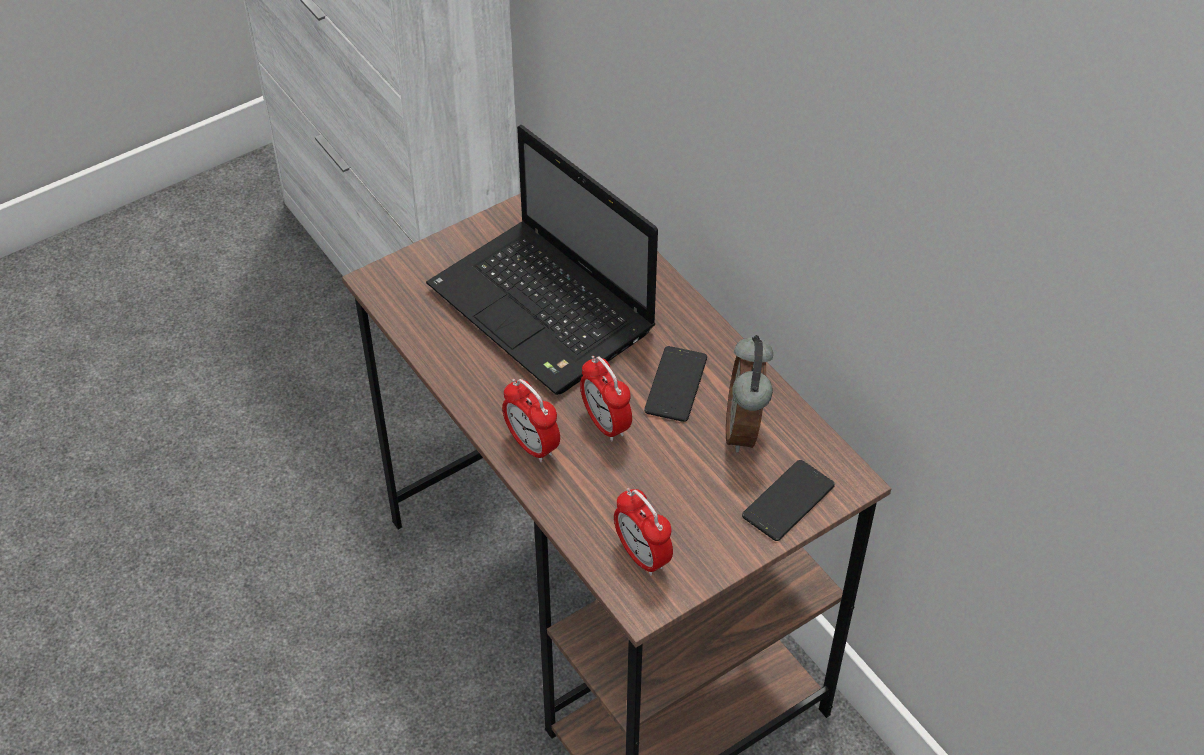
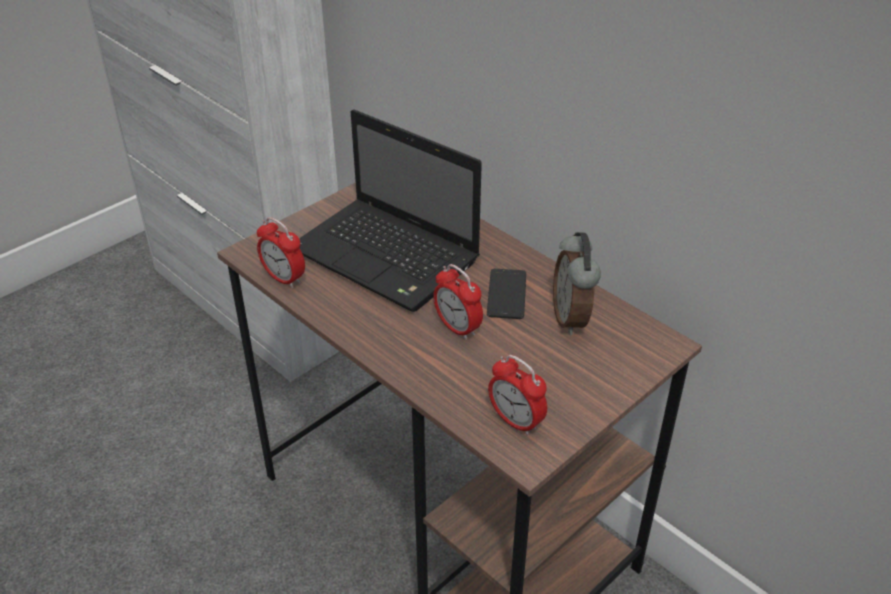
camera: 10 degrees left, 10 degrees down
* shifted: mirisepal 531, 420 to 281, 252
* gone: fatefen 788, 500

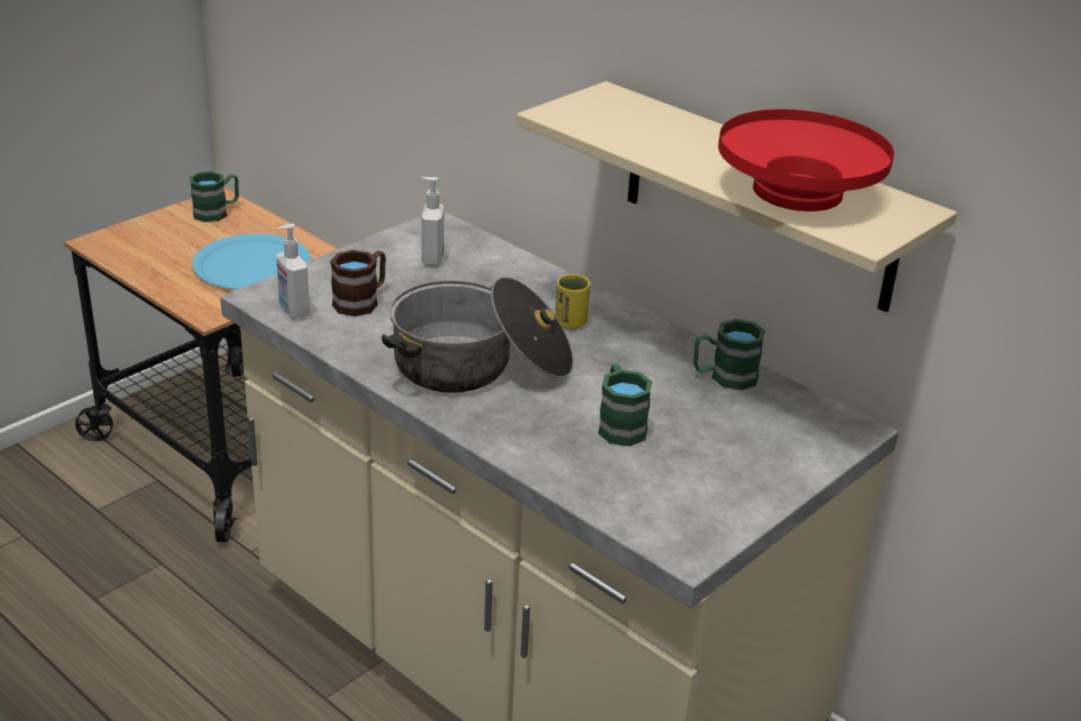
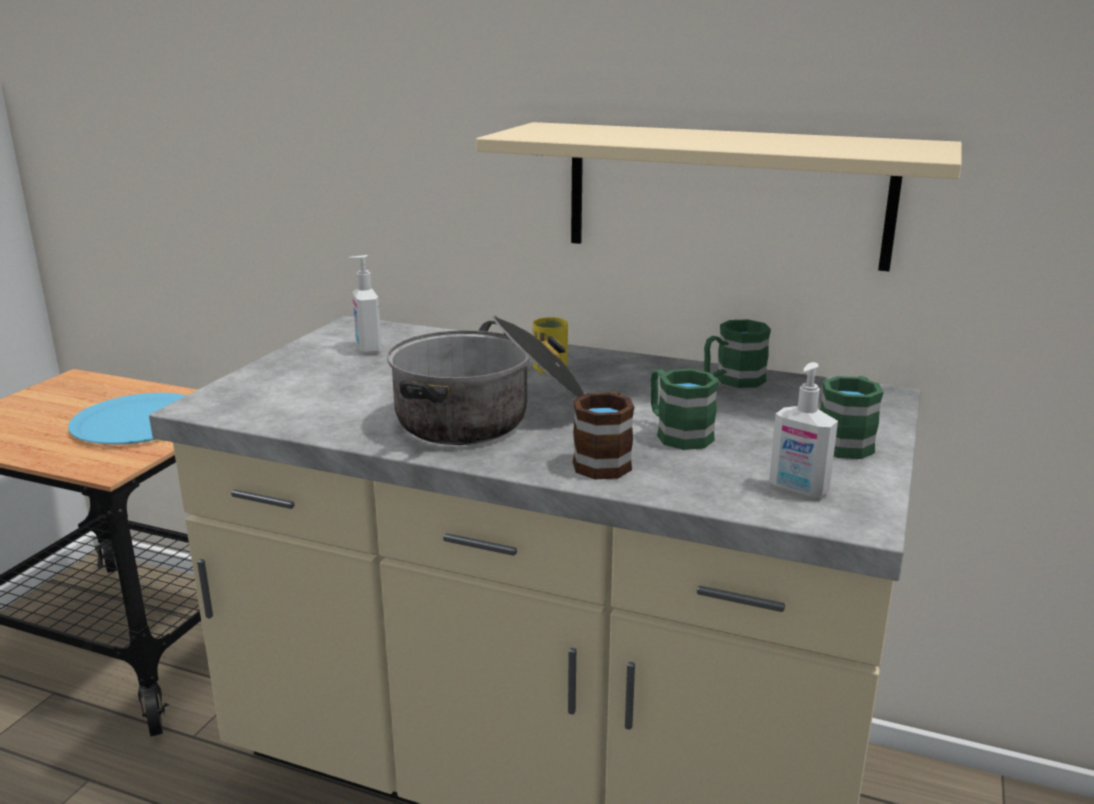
camera: 20 degrees left, 10 degrees down
* shifted: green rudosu 214, 196 to 851, 417
* shifted: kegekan 293, 271 to 803, 430
* shifted: brown rudosu 358, 283 to 603, 435
* gone: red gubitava 806, 160

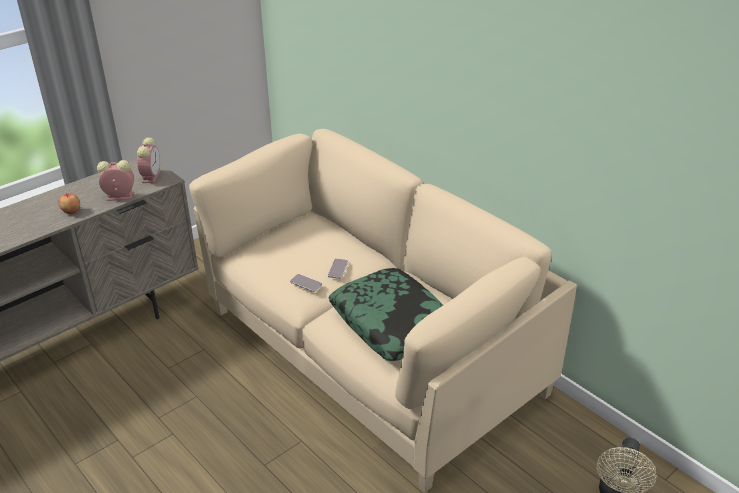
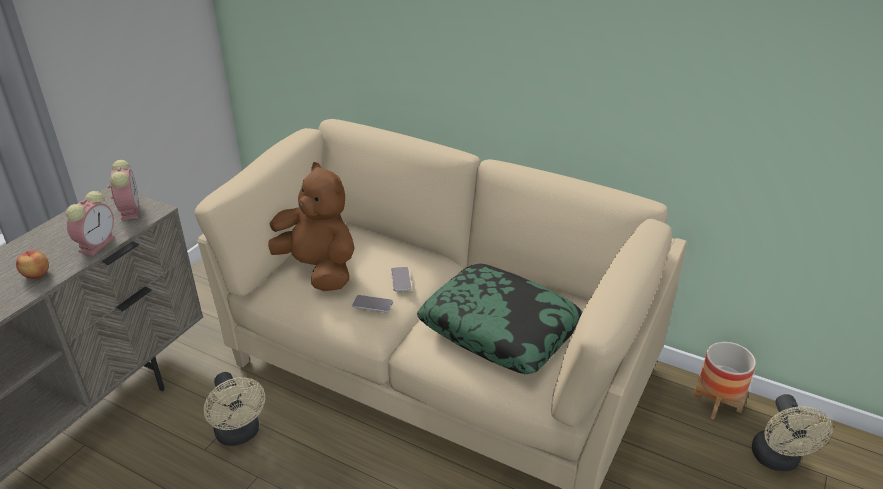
camera: 20 degrees left, 0 degrees up
* rotated: mirisepal 115, 180 = 90, 223 135 degrees clockwise
* new: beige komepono 234, 409
* new: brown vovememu 311, 226
* new: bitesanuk 725, 380

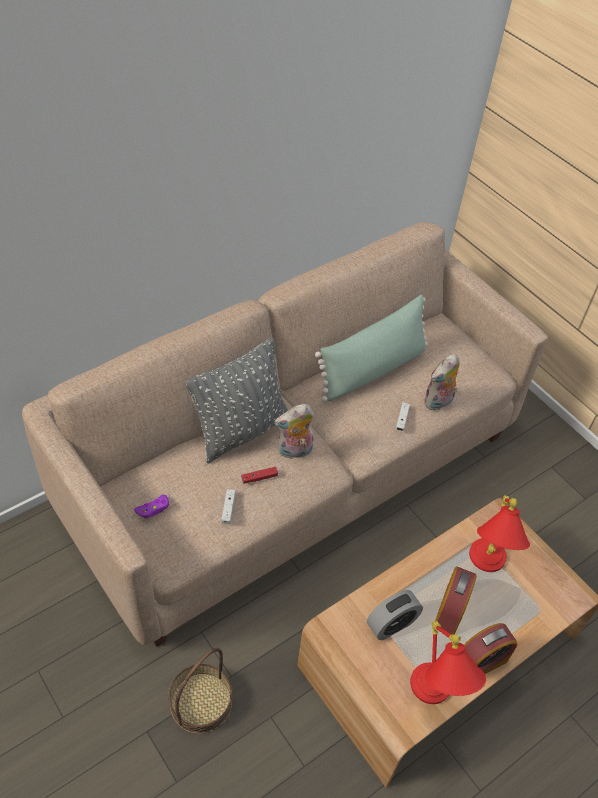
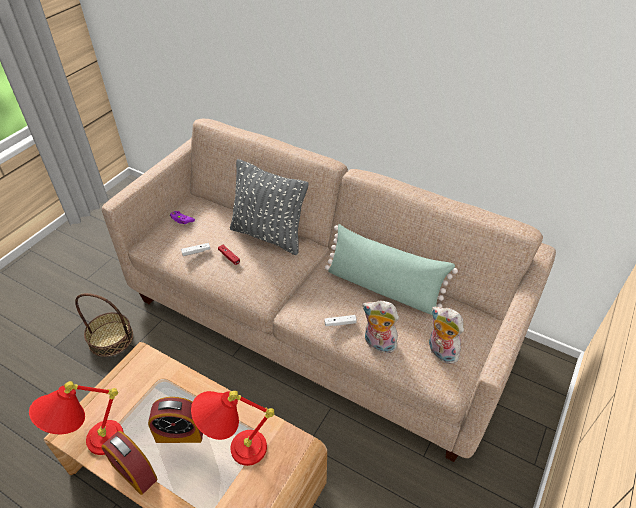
camera: 70 degrees right, 5 degrees down
* shifted: vovememu 294, 432 to 446, 335
* gone: mirisepal 395, 615

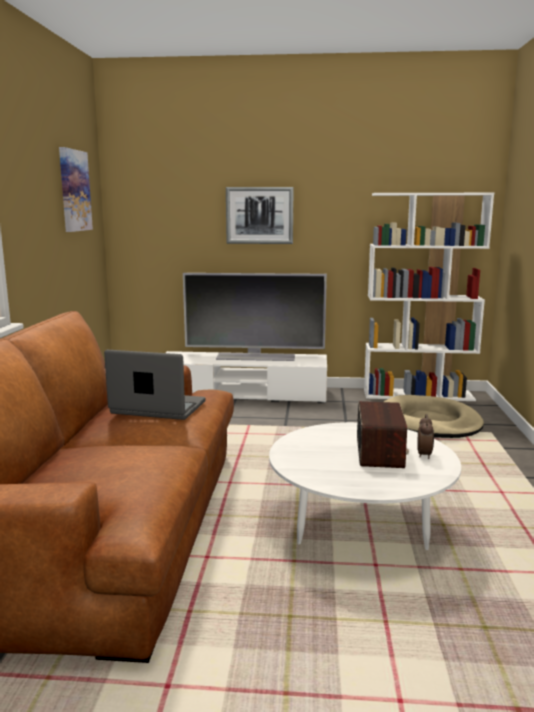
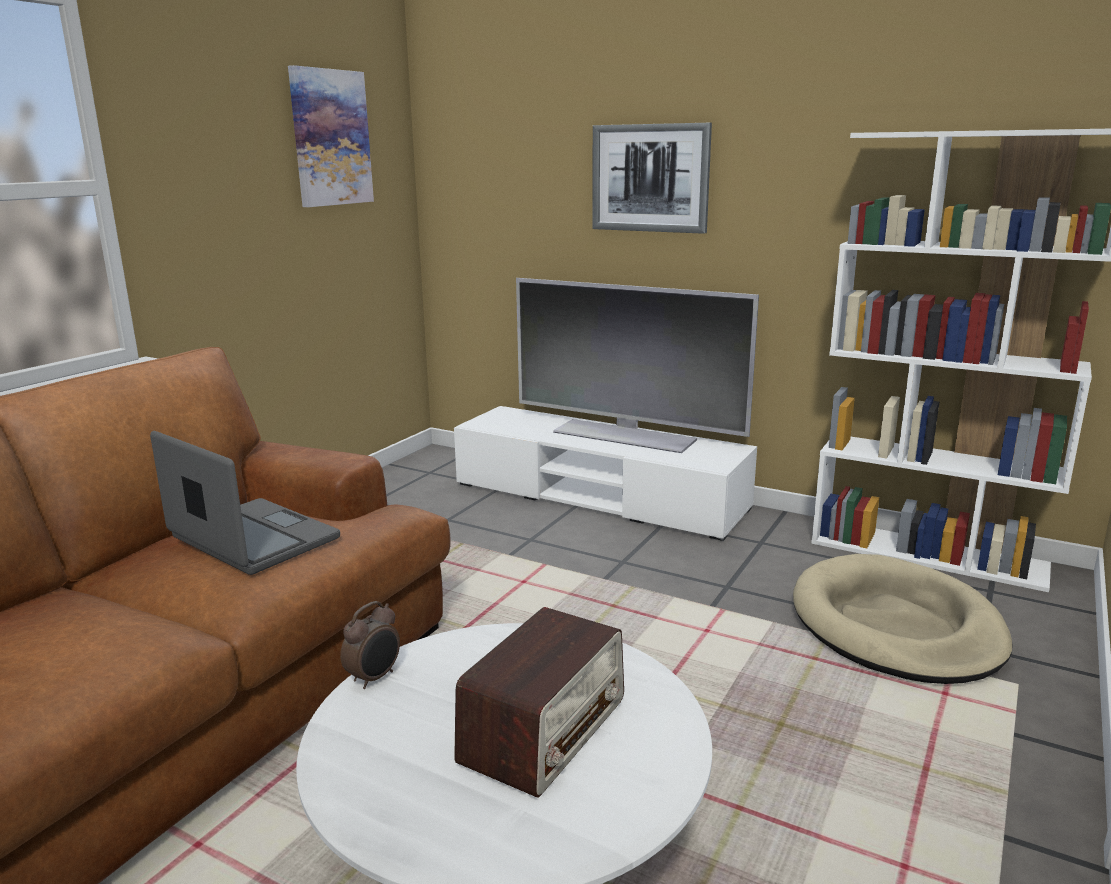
camera: 25 degrees right, 5 degrees up
* shifted: mirisepal 425, 436 to 370, 645

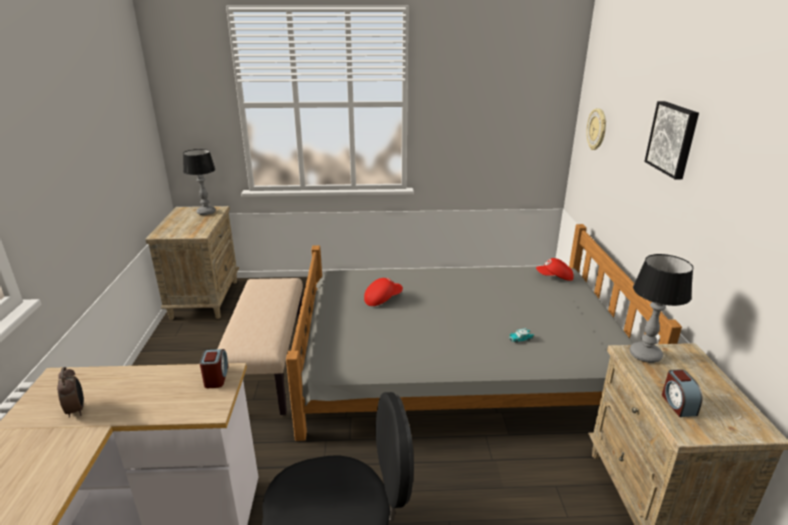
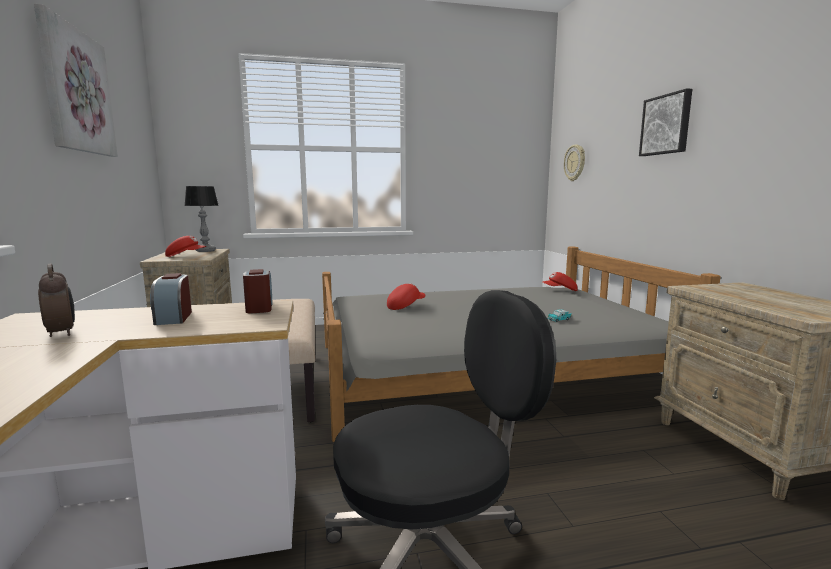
camera: 10 degrees left, 15 degrees down
* gone: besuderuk 661, 308
* shifted: mirisepal 682, 393 to 171, 299
* new: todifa 76, 80
* new: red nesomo 185, 246

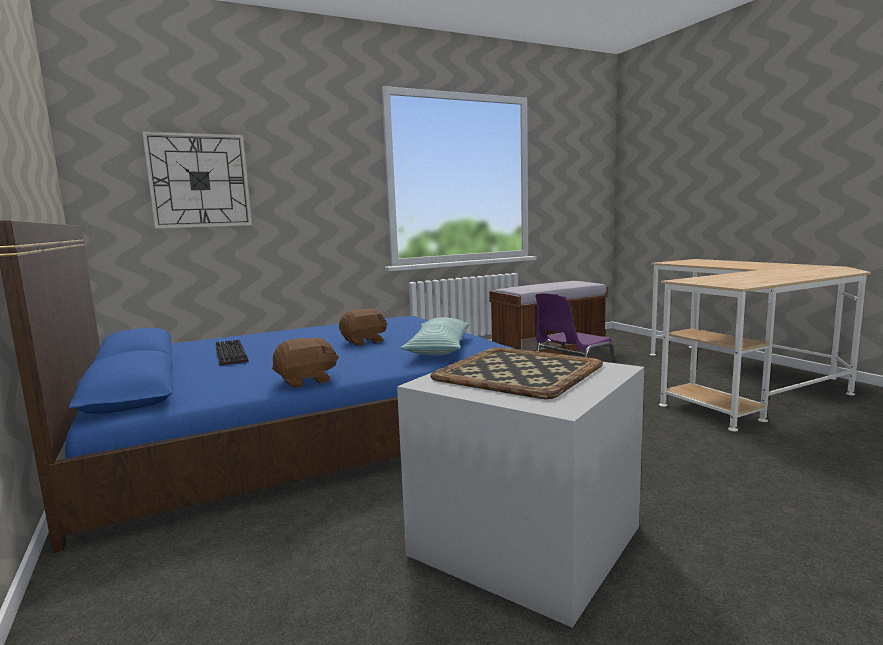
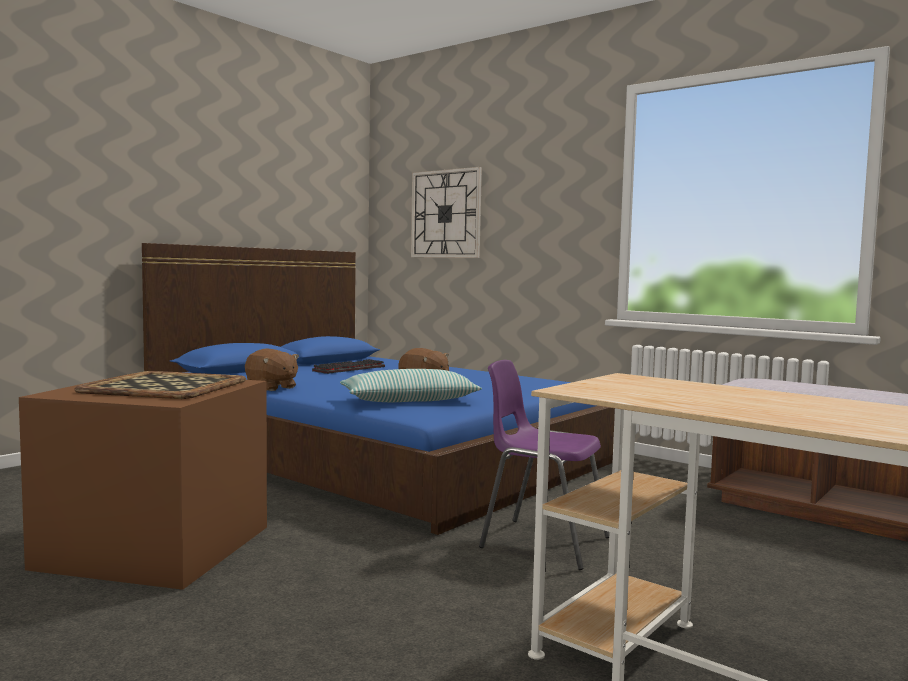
camera: 65 degrees right, 5 degrees down
* repainted: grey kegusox 520, 495 to brown kegusox 143, 481

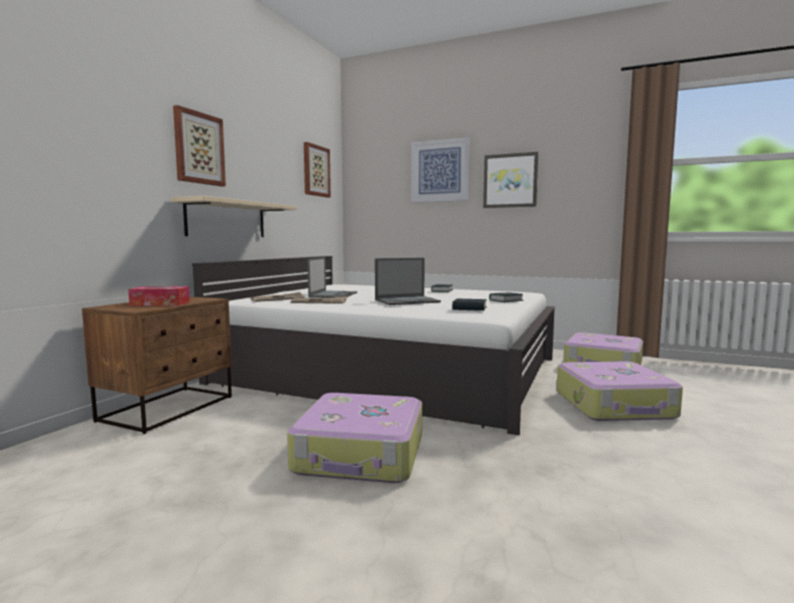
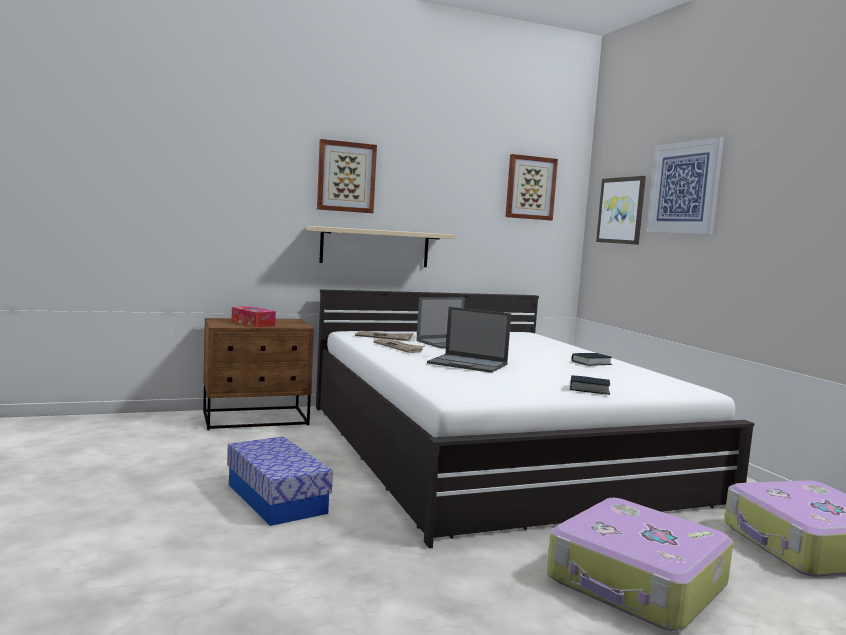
camera: 45 degrees right, 0 degrees up
* swapped: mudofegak 354, 438 to kegusox 280, 481
* gone: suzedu 469, 305
* shifted: todifa 510, 180 to 621, 210

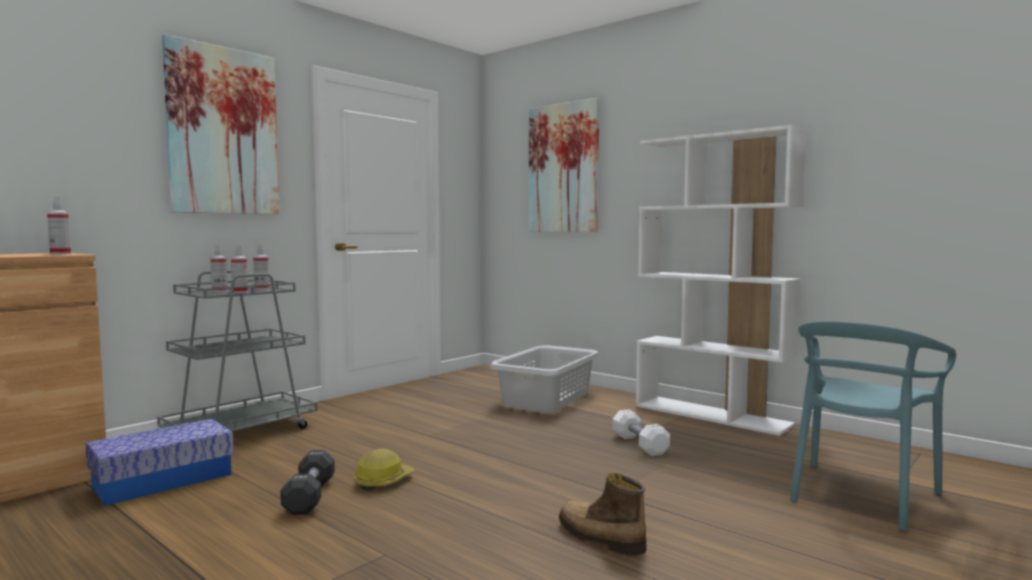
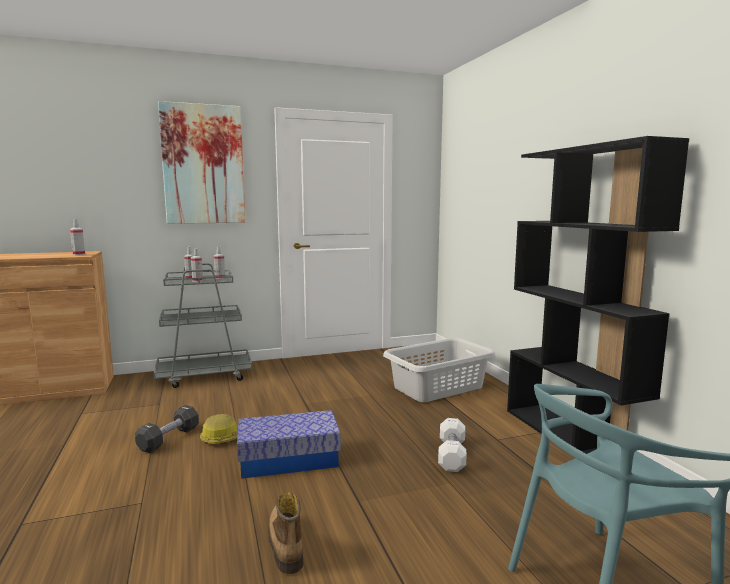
camera: 30 degrees right, 5 degrees up
* shifted: kegusox 159, 462 to 289, 444
* gone: todifa 564, 165
* repainted: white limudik 721, 280 to black limudik 598, 295

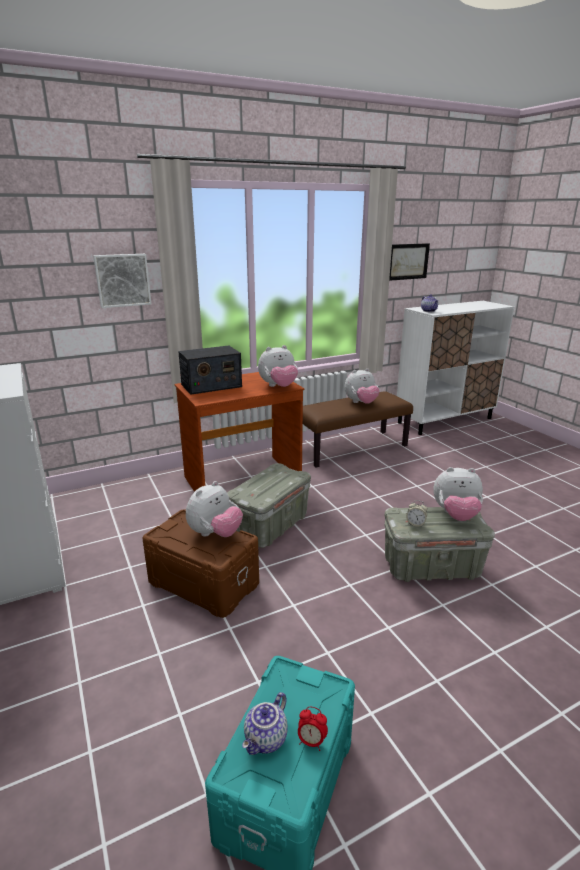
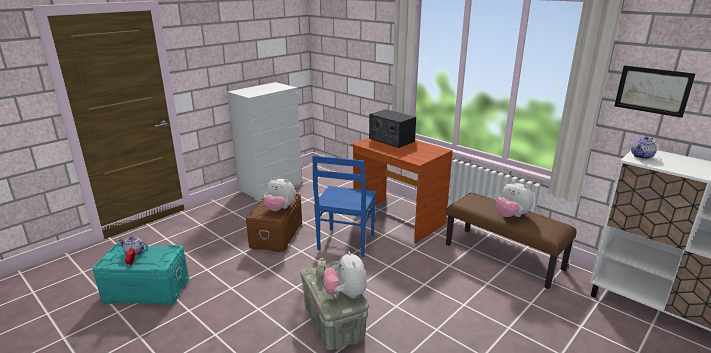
camera: 70 degrees right, 0 degrees up
* gone: todifa 122, 281
* swapped: grey kegusox 269, 505 to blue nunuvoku 344, 206
* gone: vovememu 278, 366

